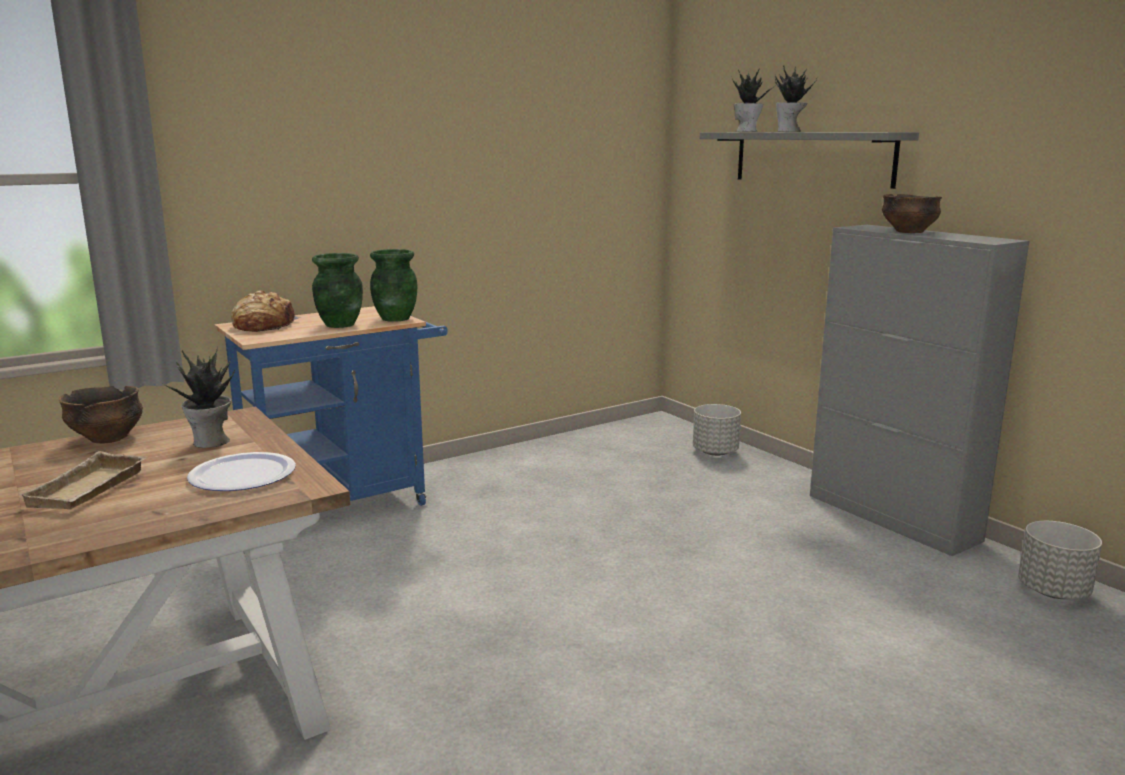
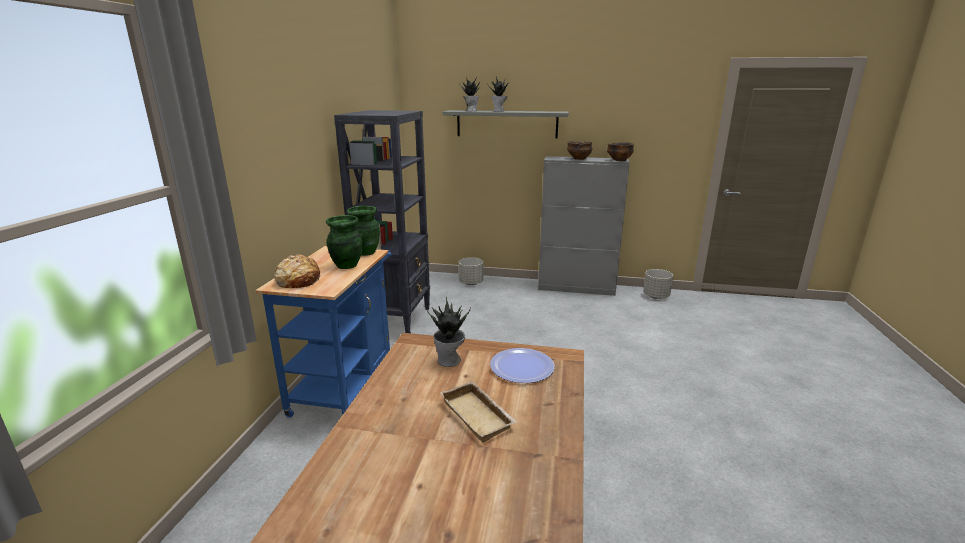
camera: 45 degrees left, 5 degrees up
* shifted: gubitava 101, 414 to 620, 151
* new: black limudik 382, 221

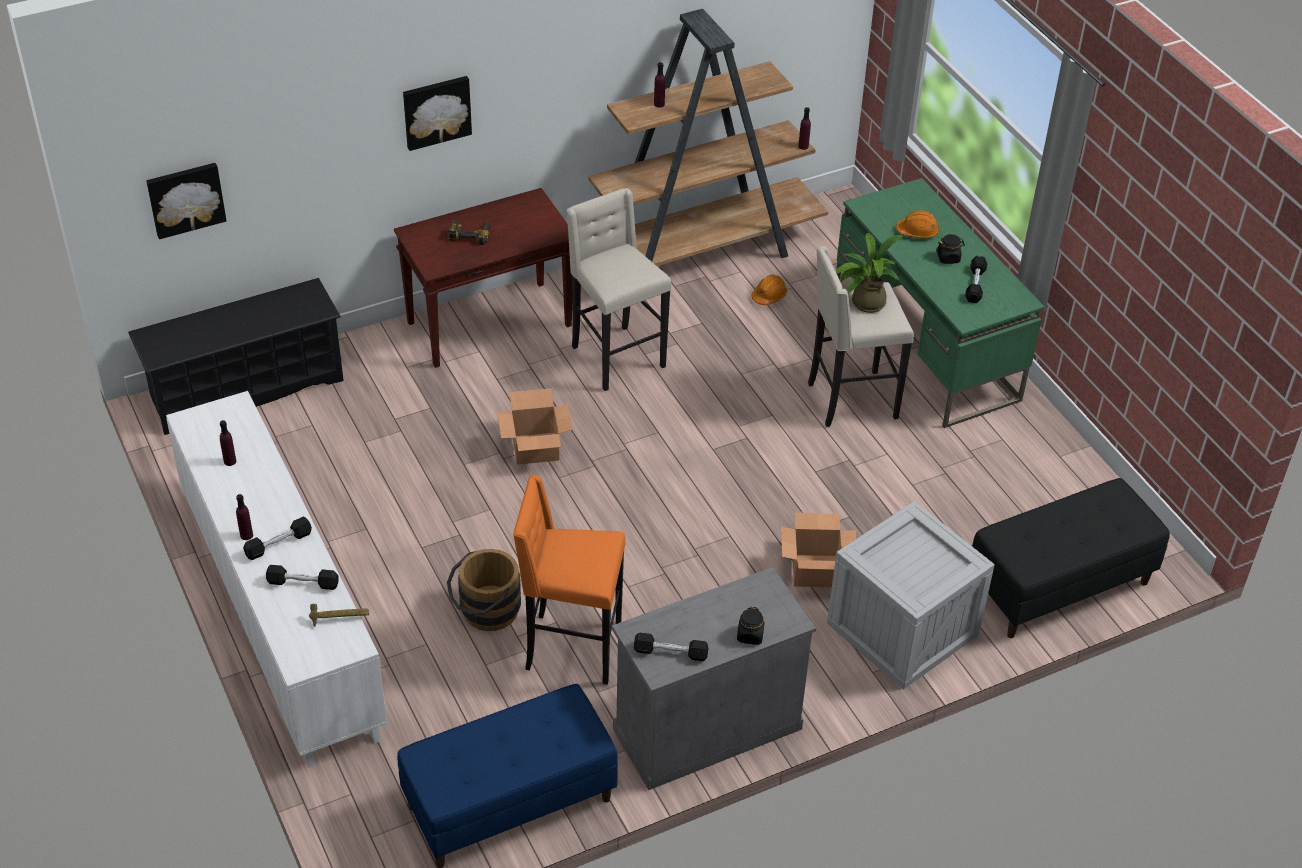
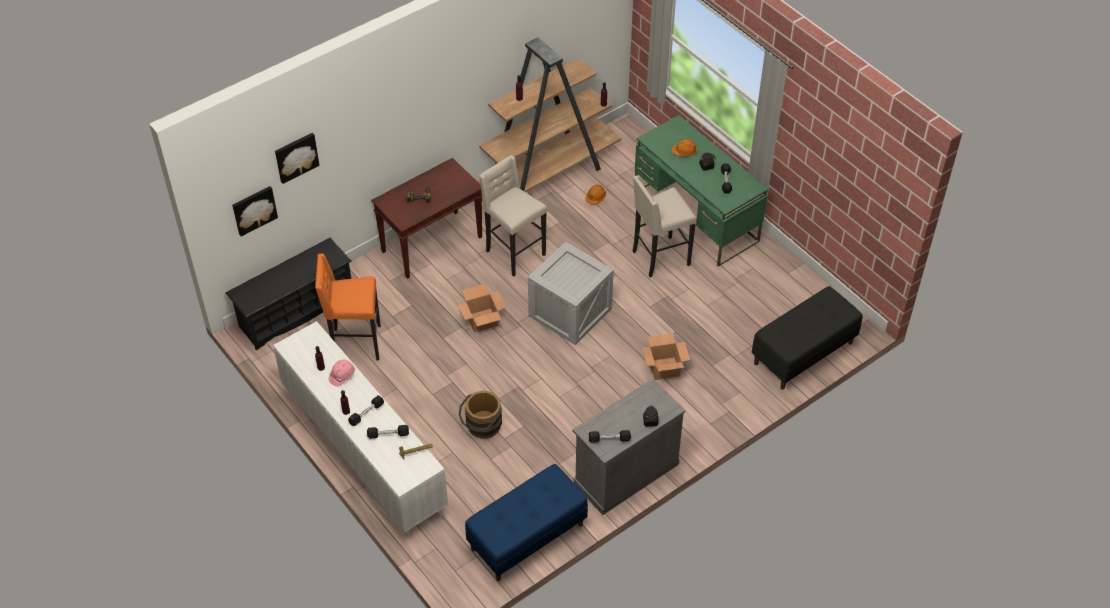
camera: 10 degrees left, 5 degrees up
* shifted: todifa 437, 113 to 297, 158
* shifted: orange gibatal 569, 580 to 348, 307
* shifted: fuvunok 911, 595 to 571, 293
* gone: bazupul 870, 272
* new: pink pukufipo 342, 373

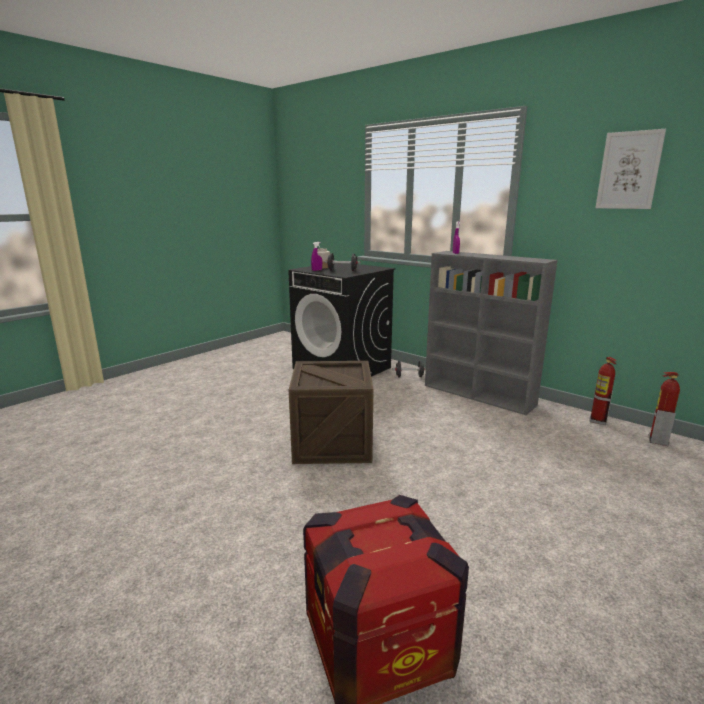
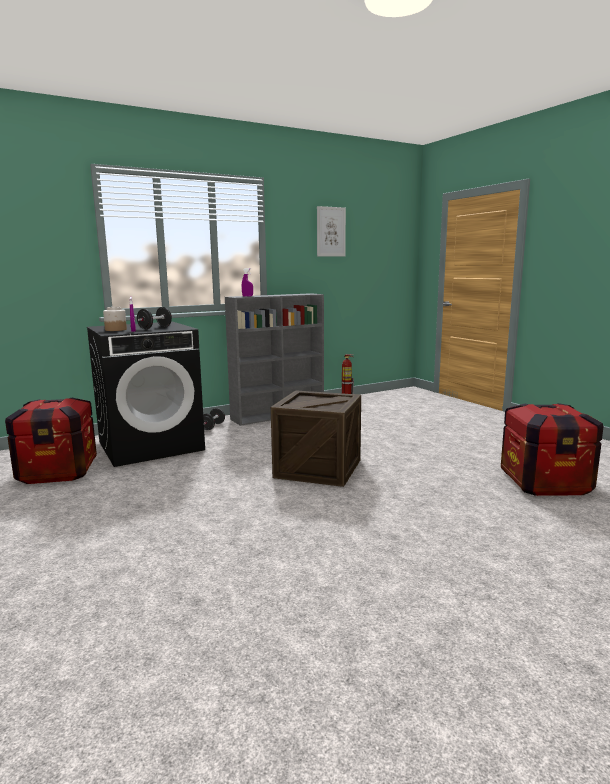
camera: 70 degrees left, 5 degrees down
* gone: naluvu 664, 409
* new: fuvunok 51, 441

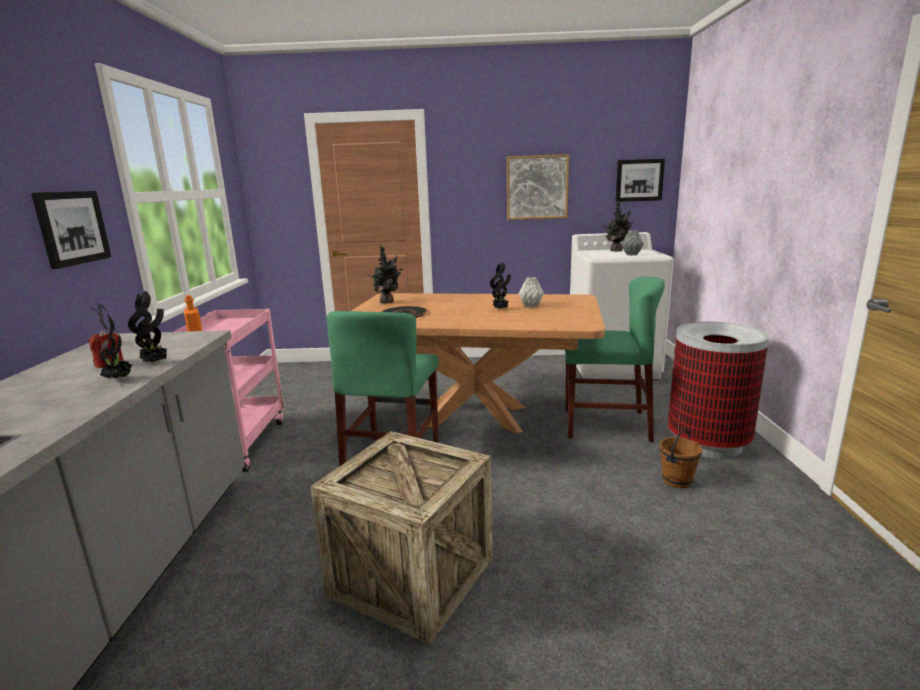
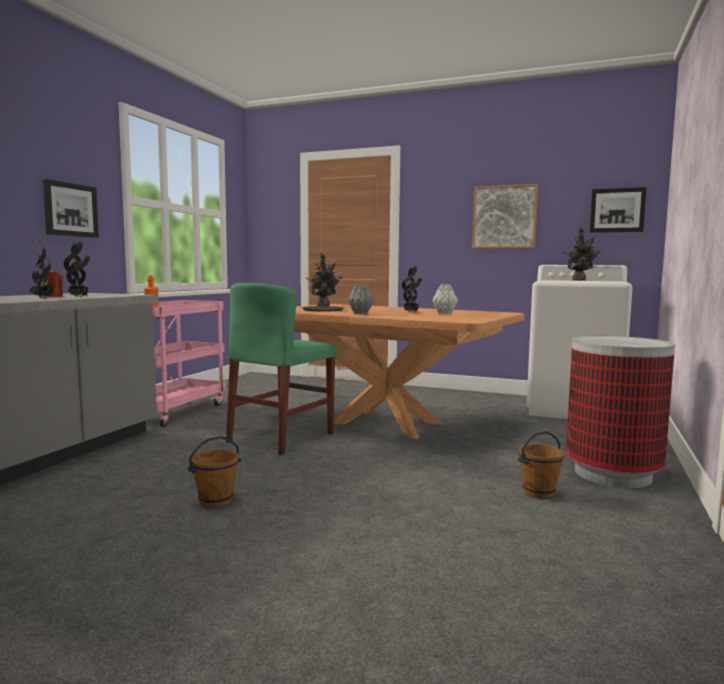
camera: 20 degrees right, 10 degrees down
* swapped: fuvunok 401, 538 to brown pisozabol 214, 472
* gone: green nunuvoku 615, 359
* shifted: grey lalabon 632, 243 to 361, 299

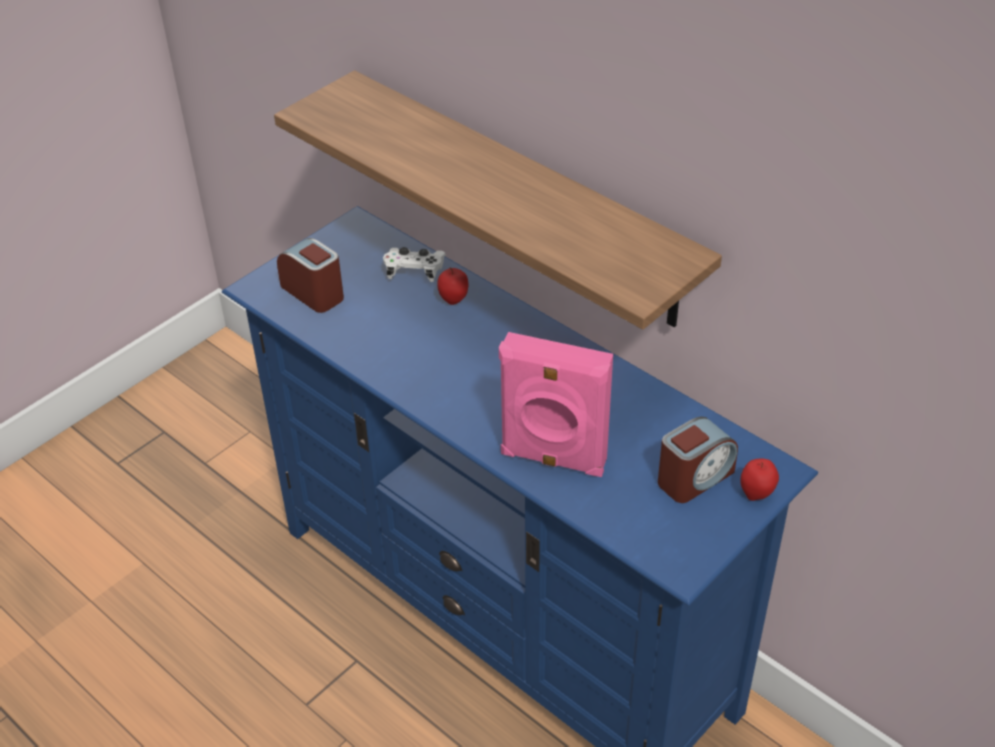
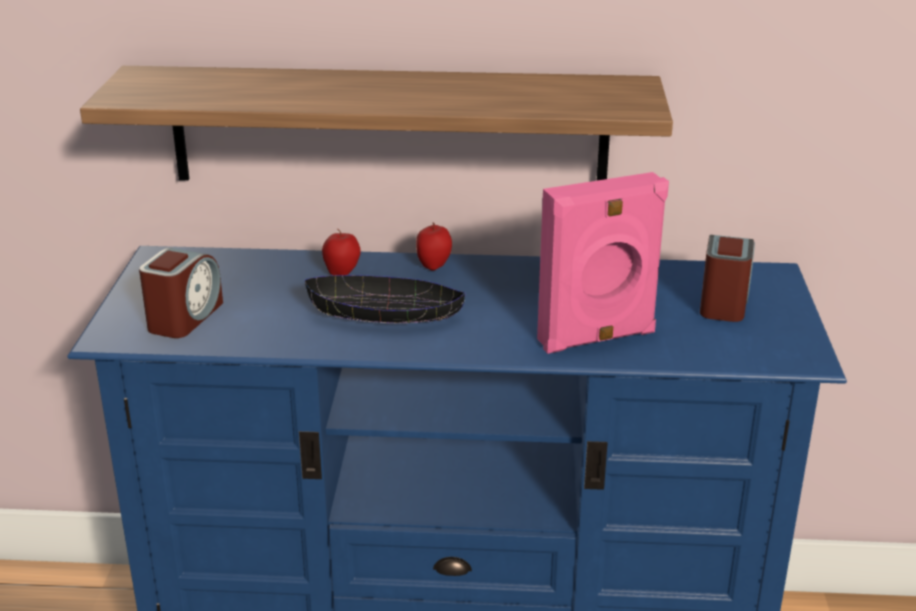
camera: 40 degrees left, 15 degrees down
* rotated: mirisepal 310, 275 = 181, 293 105 degrees clockwise
* gone: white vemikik 414, 264
* shifted: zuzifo 759, 480 to 434, 247
* new: black gubitava 385, 299

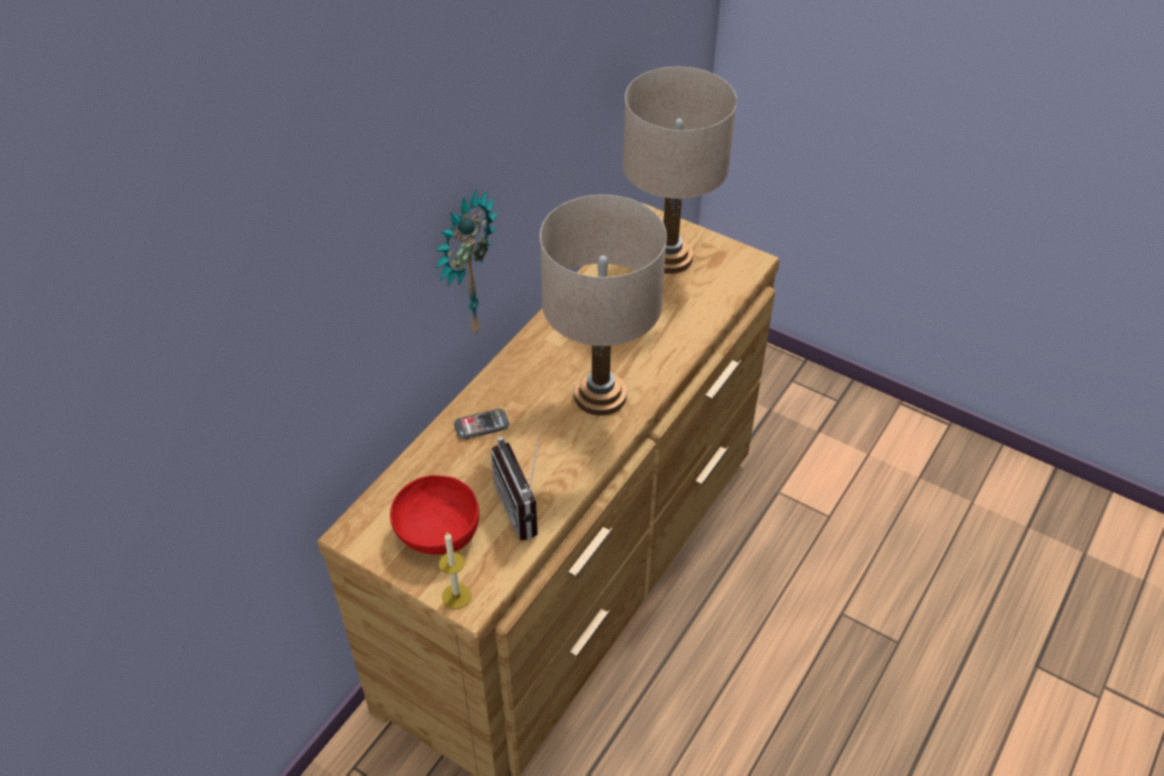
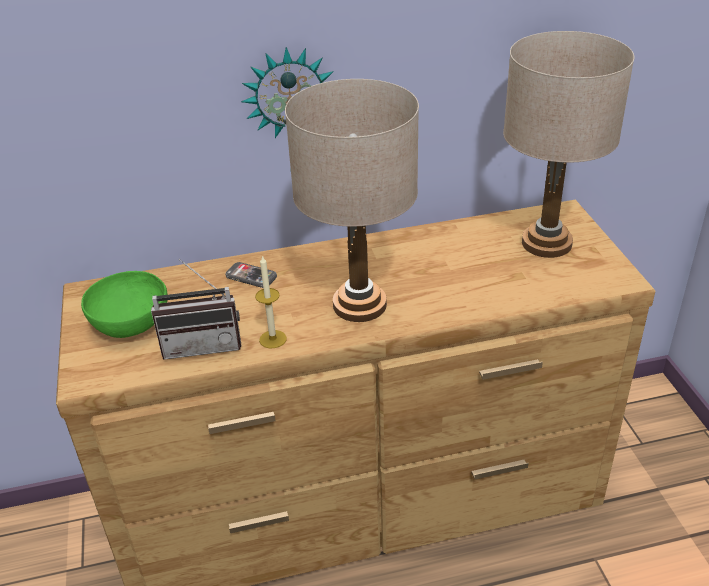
camera: 45 degrees right, 10 degrees down
* repainted: red gubitava 434, 515 to green gubitava 124, 304
* shifted: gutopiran 455, 570 to 271, 301
* rotated: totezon 515, 487 = 196, 309 120 degrees counterclockwise

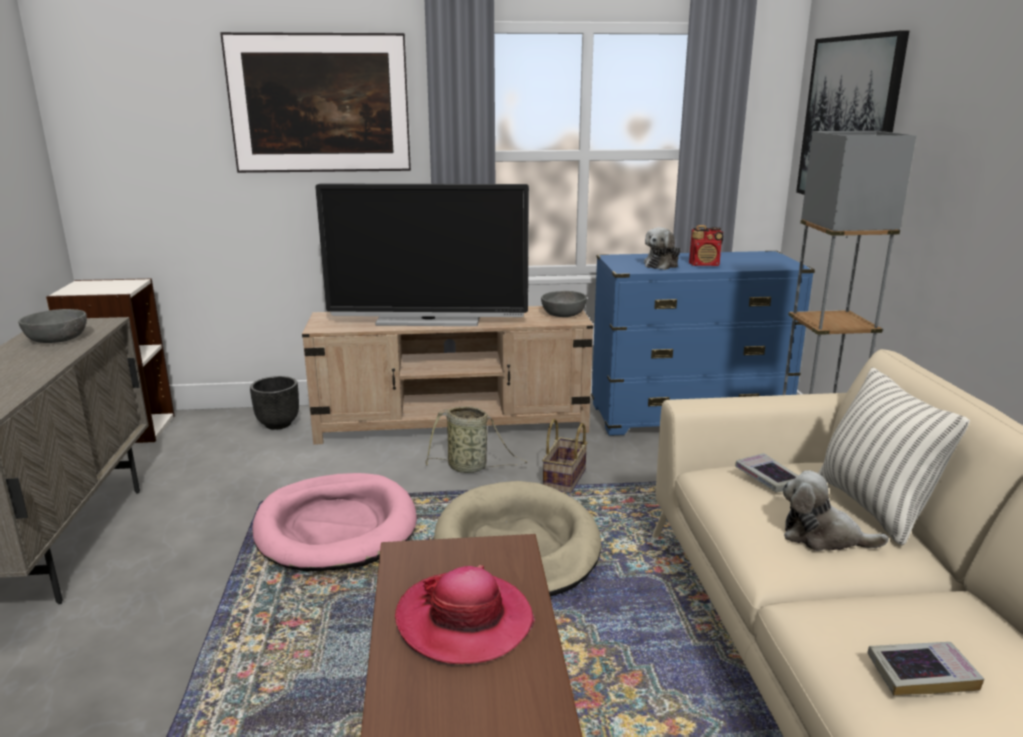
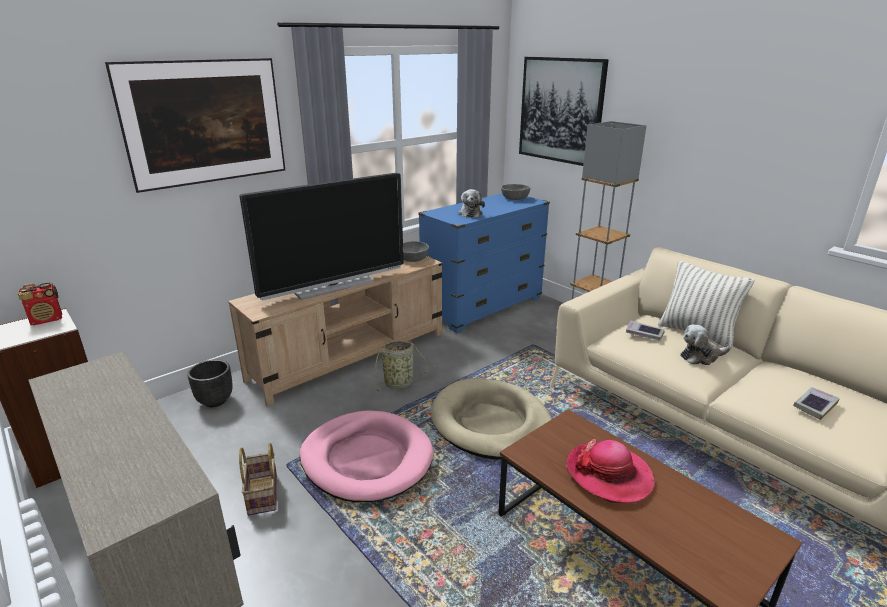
camera: 35 degrees left, 5 degrees up
* shifted: grey gubitava 52, 326 to 515, 192
* shifted: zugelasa 565, 456 to 258, 479
* shifted: totezon 706, 245 to 40, 304

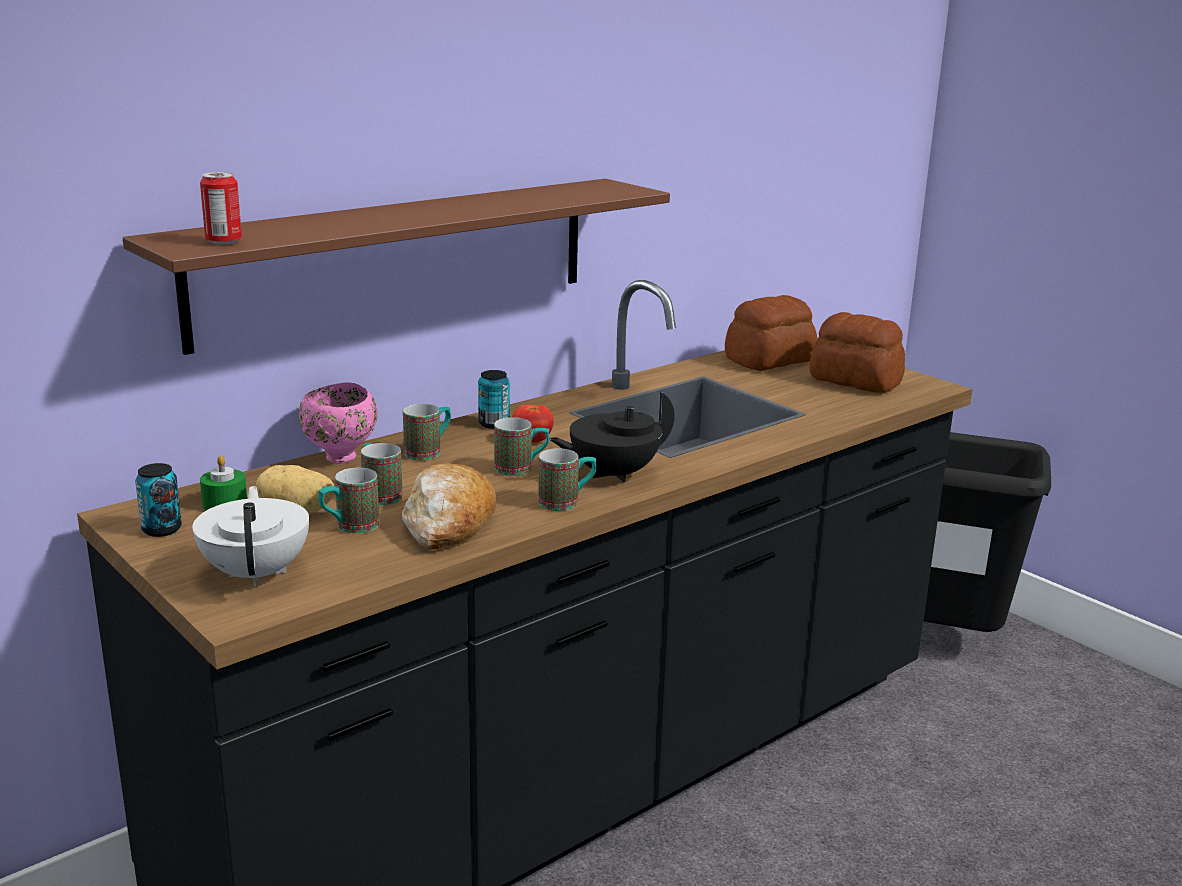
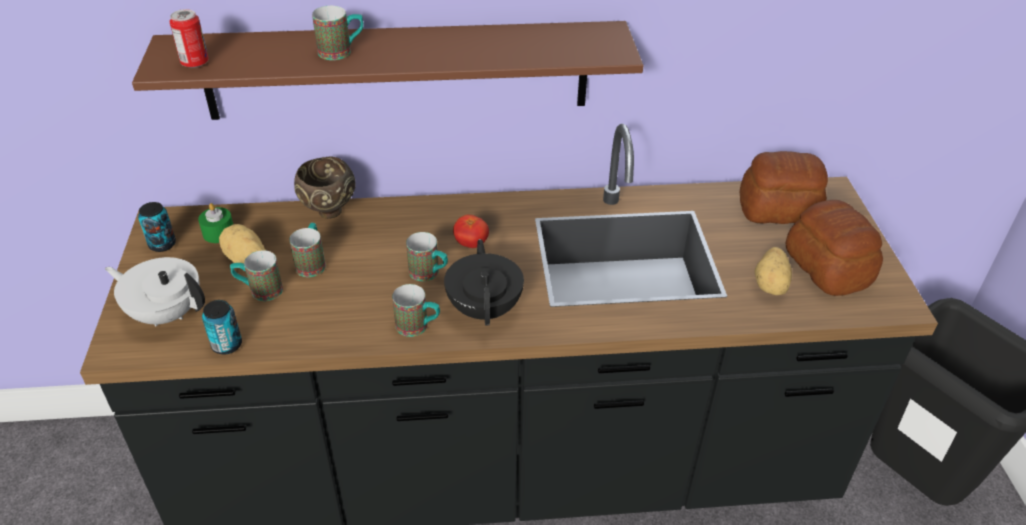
camera: 35 degrees right, 20 degrees up
* rotated: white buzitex 250, 536 = 155, 292 90 degrees counterclockwise
* repainted: pink gubitava 338, 422 to brown gubitava 324, 188
* gone: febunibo 449, 507
* shifted: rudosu 427, 432 to 338, 33
* shifted: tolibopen 494, 399 to 222, 327
* rotated: black buzitex 611, 437 = 484, 282 75 degrees clockwise
* new: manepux 773, 271

